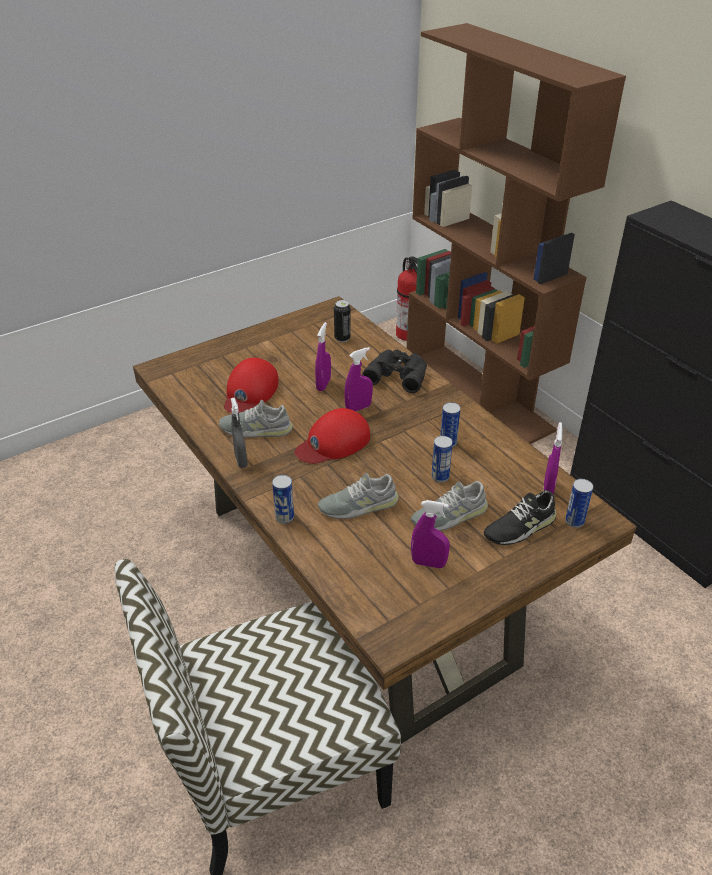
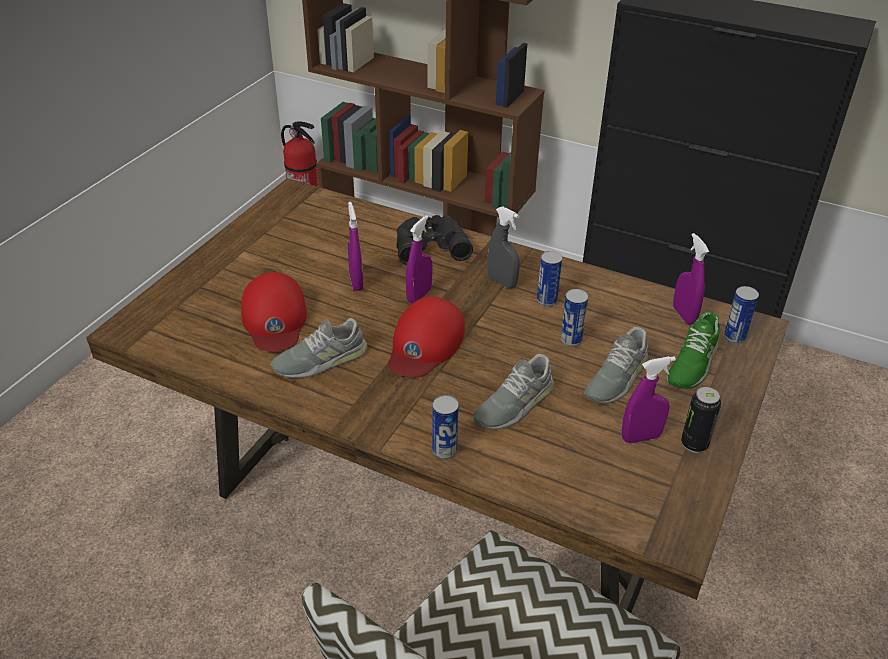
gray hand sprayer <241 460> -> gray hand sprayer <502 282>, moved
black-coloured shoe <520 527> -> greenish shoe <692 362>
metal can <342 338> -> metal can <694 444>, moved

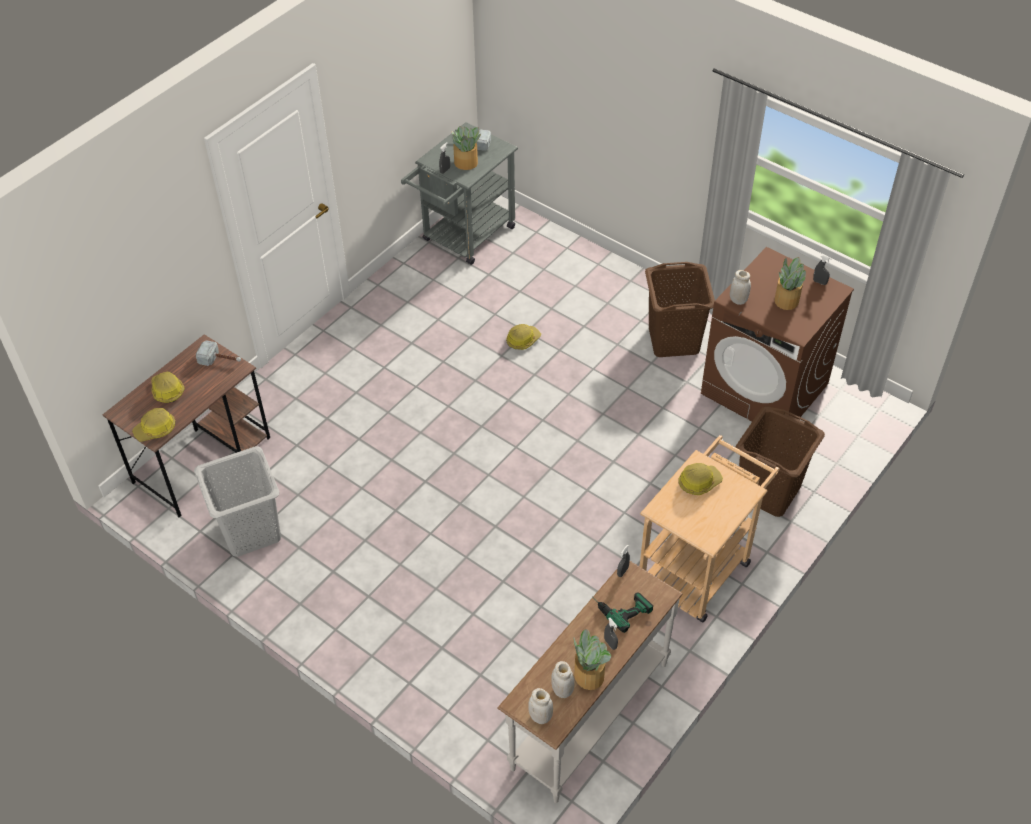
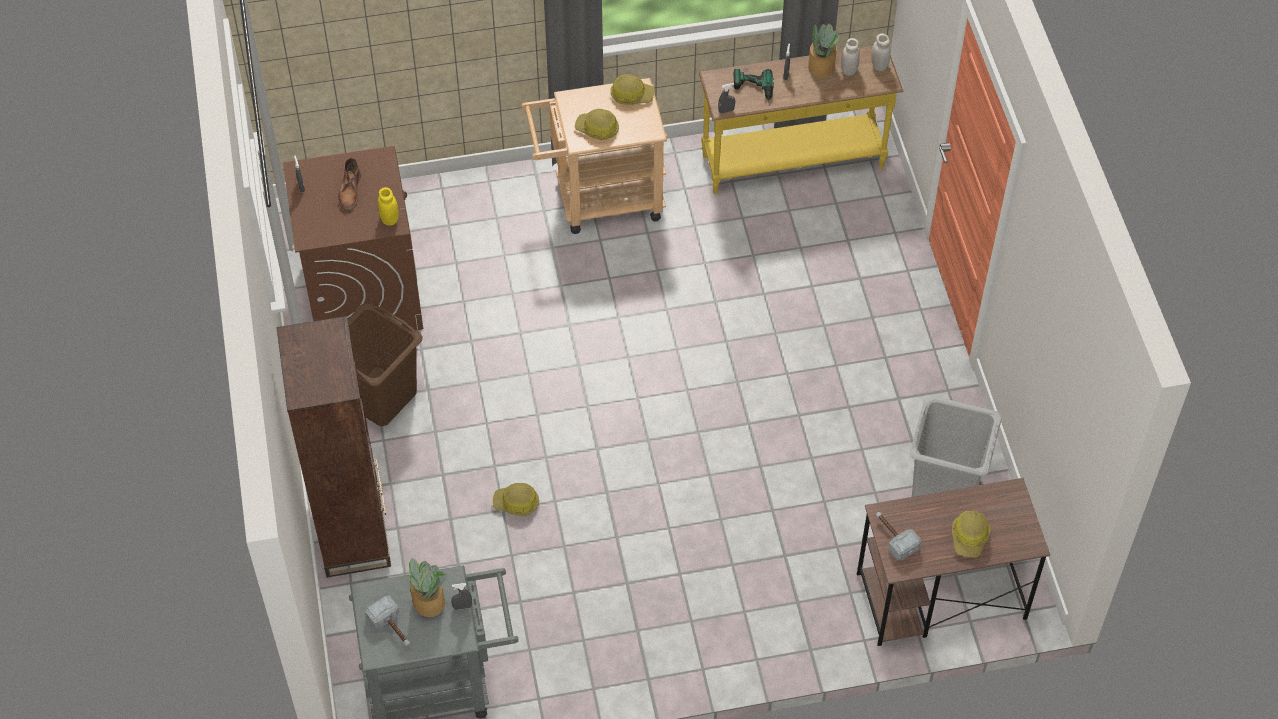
none -> brown bookshelf <353 532>
potted plant <787 300> -> brown boot <350 191>
white jar <738 300> -> yellowish jar <389 219>
hard hat <156 429> -> hard hat <631 95>, moved
white hall table <588 714> -> yellowish hall table <793 163>
brown hamper <767 491> -> none

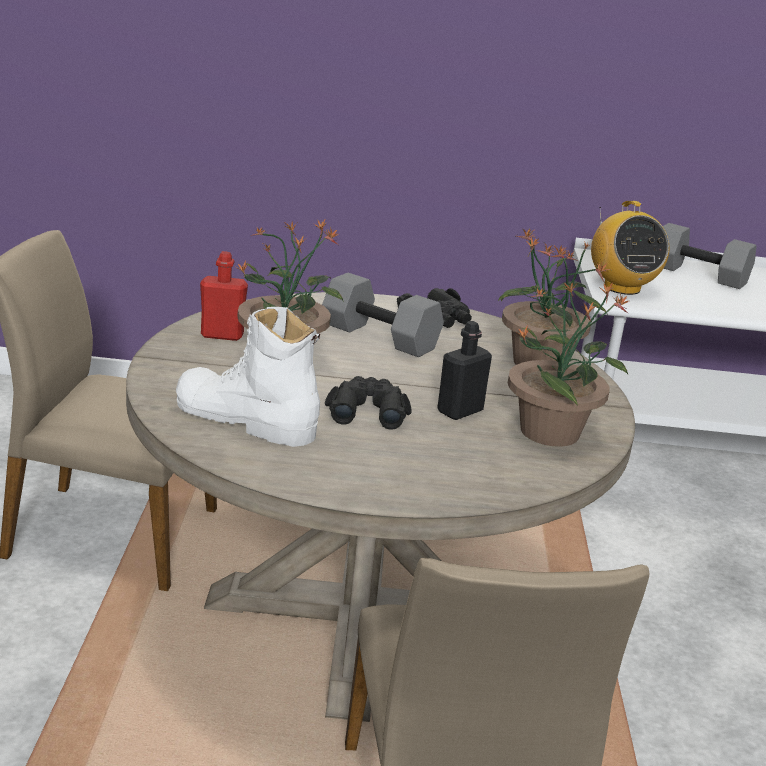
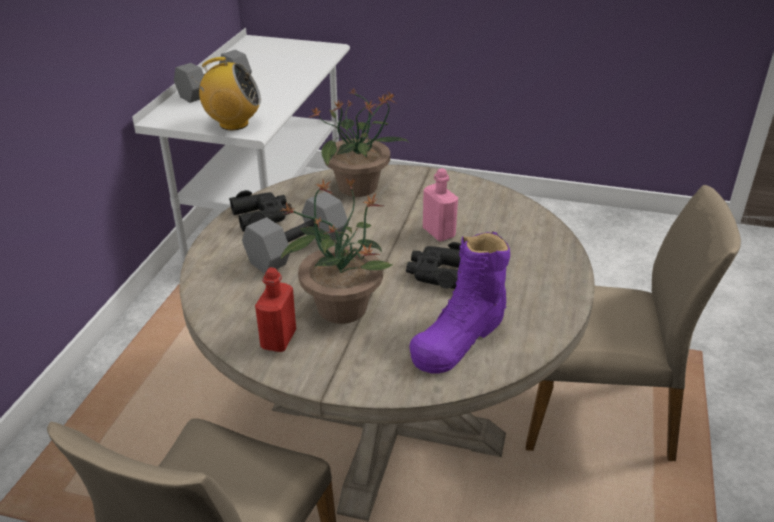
white boot <245 420> -> purplish boot <459 337>
black-coloured beverage bottle <460 411> -> pink beverage bottle <438 233>
potted plant <551 431> -> none

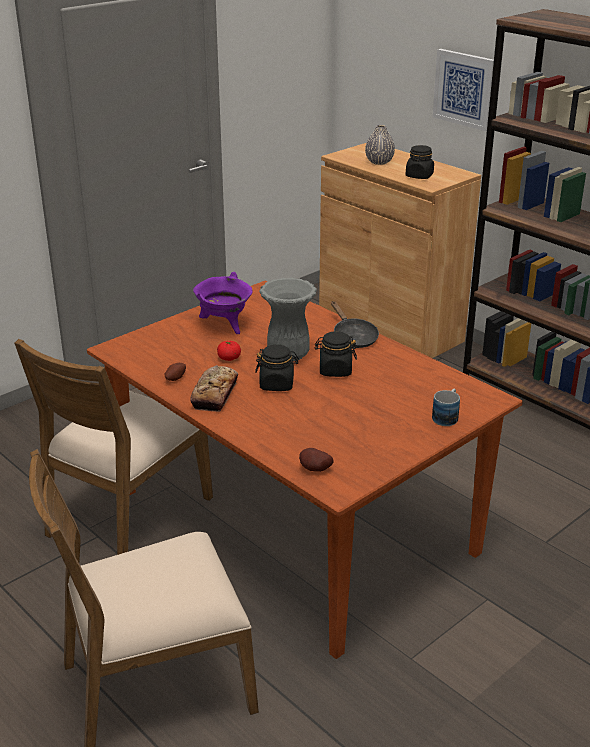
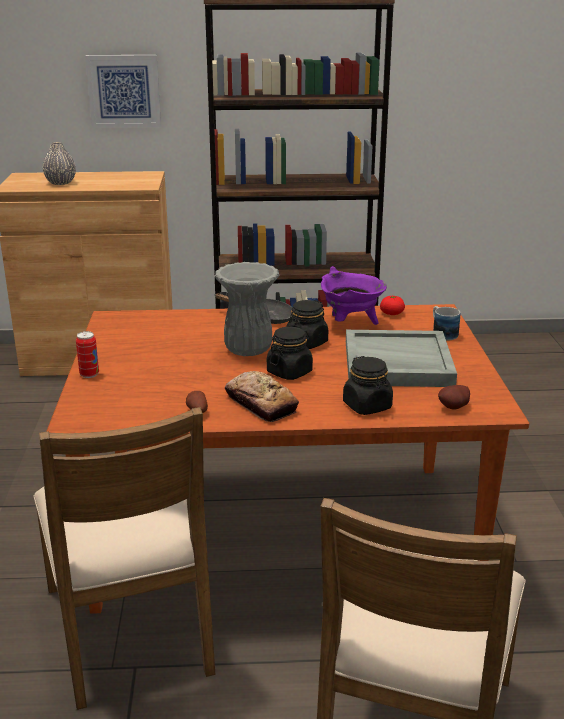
none -> metal can <89 374>
purplish cooking pot <224 326> -> purplish cooking pot <350 324>, moved
black-coloured jar <419 176> -> black-coloured jar <367 406>, moved
none -> gray serving tray <396 363>
tomato <229 358> -> tomato <392 313>, moved

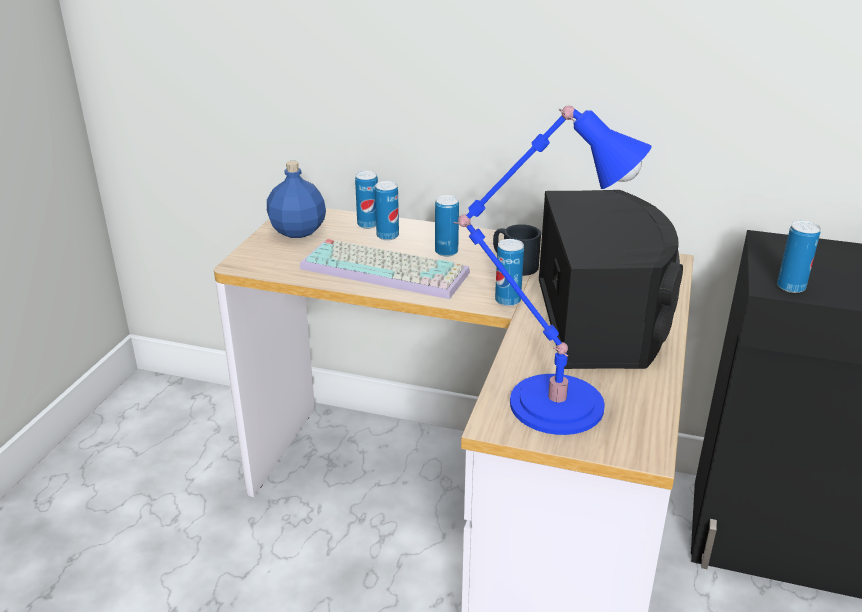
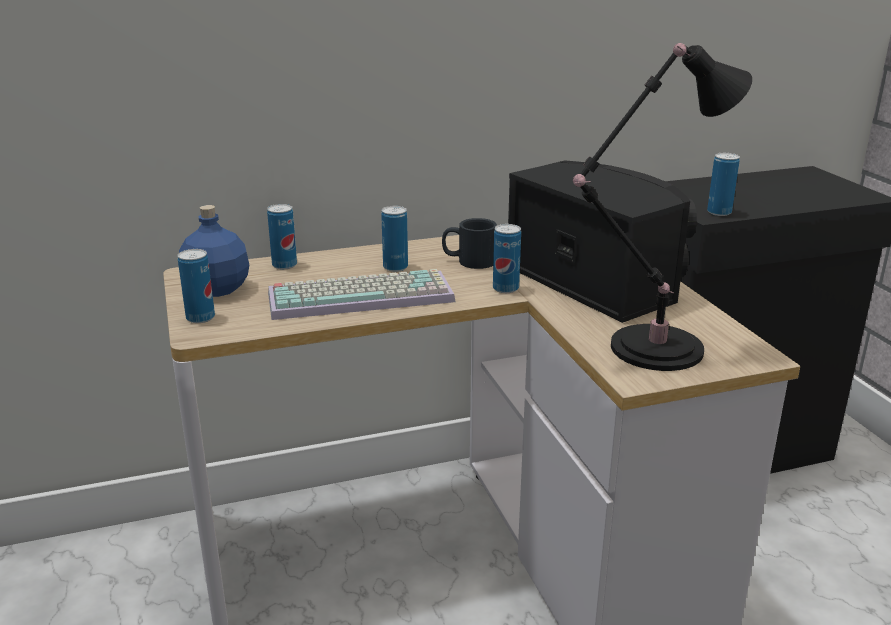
metal can <387 236> -> metal can <200 318>, moved
blue table lamp <548 403> -> black-coloured table lamp <648 349>

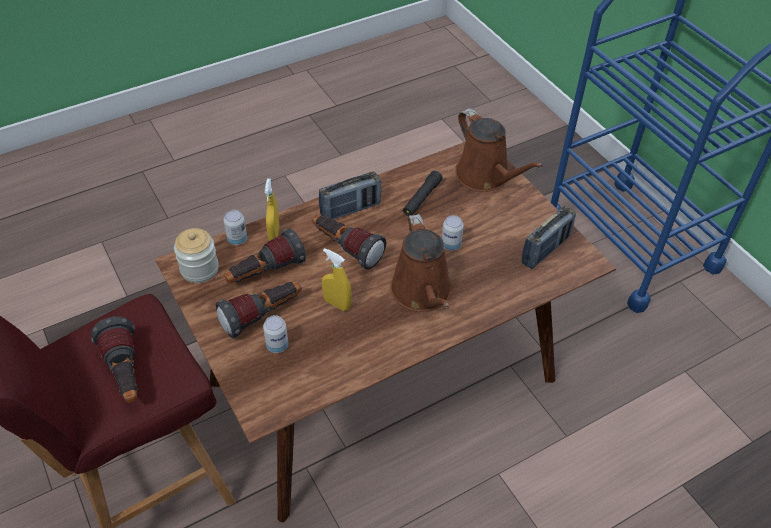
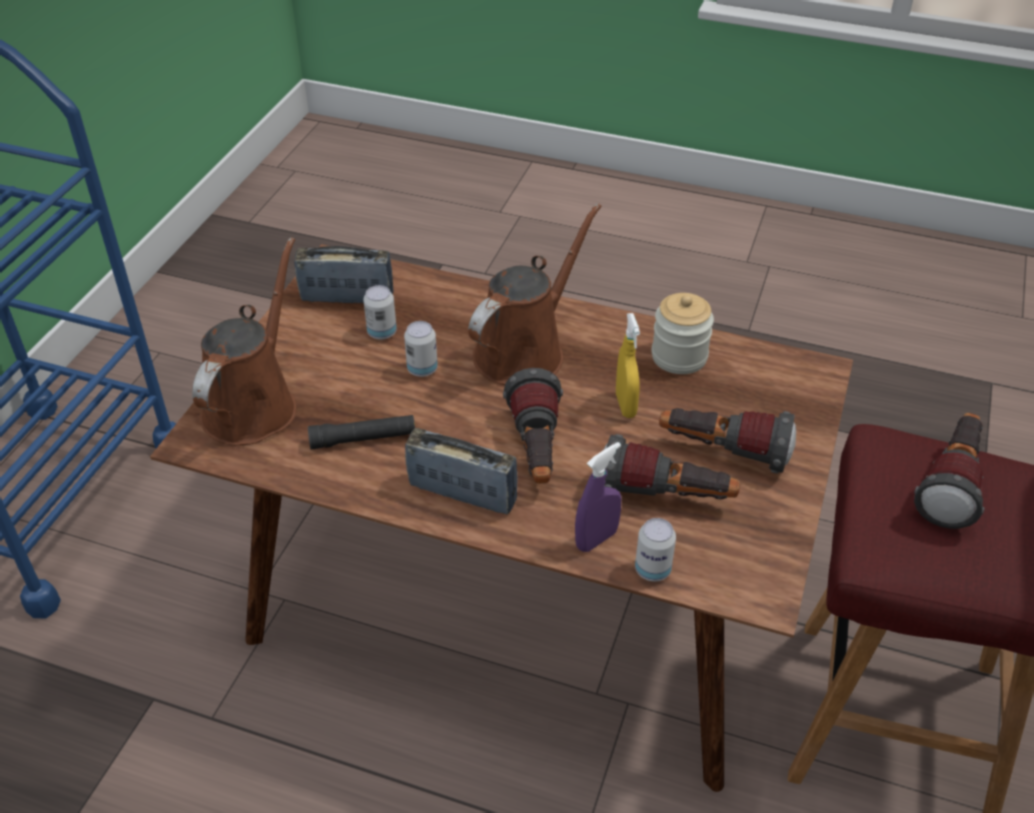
metal can <277 345> -> metal can <382 333>, moved
yellowish hand sprayer <274 234> -> purplish hand sprayer <596 539>
jar <199 269> -> jar <679 357>, moved

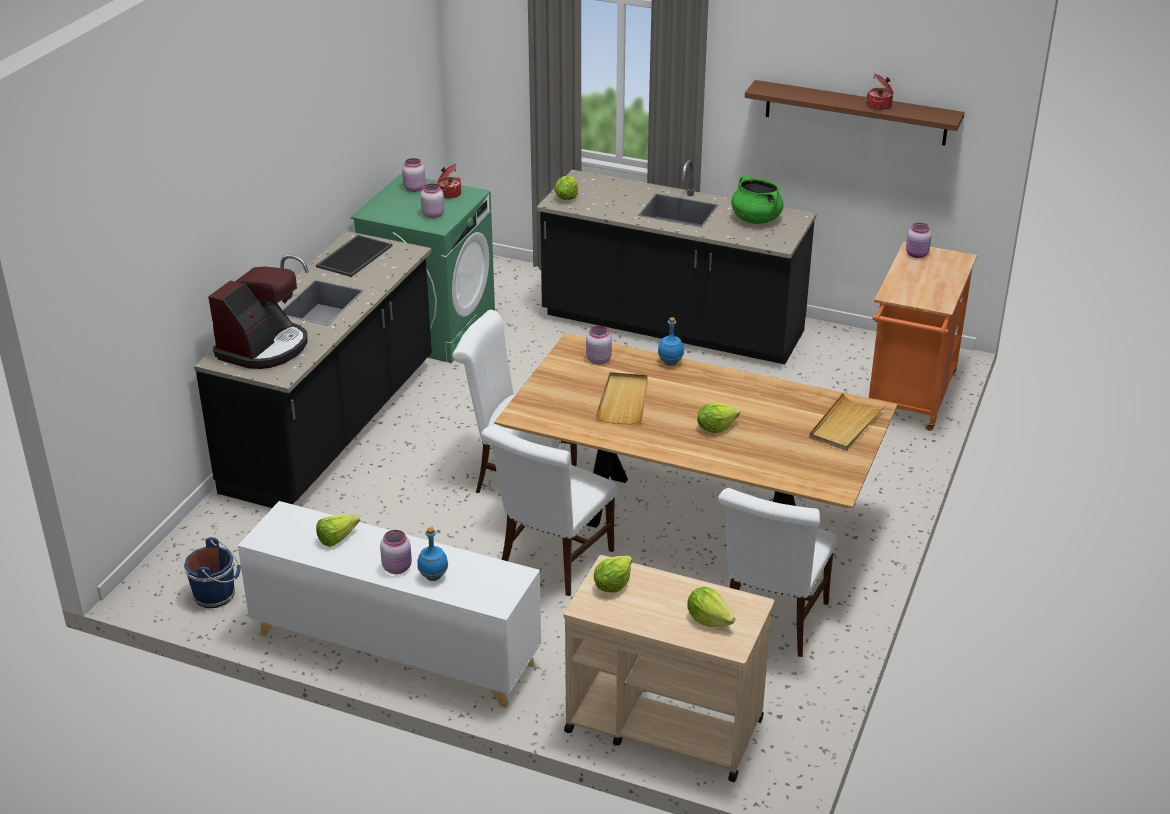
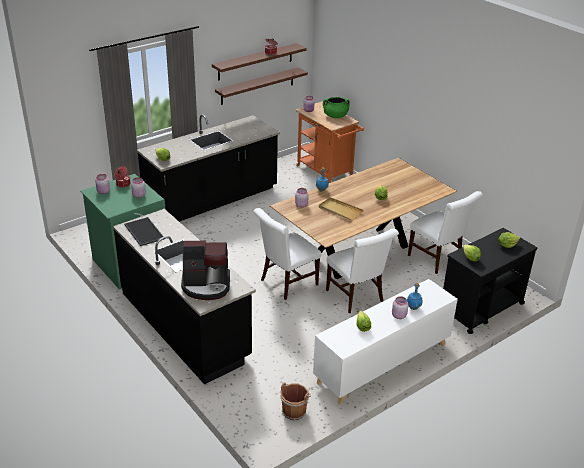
coffee maker <264 348> -> coffee maker <206 285>, 120 degrees clockwise
none -> brown wall shelf <257 86>
blue bucket <216 595> -> brown bucket <294 410>
greenish cooking pot <755 219> -> greenish cooking pot <335 116>, moved
beige-coloured trolley <662 725> -> black-coloured trolley <481 308>
beige-coloured serving tray <845 425> -> none

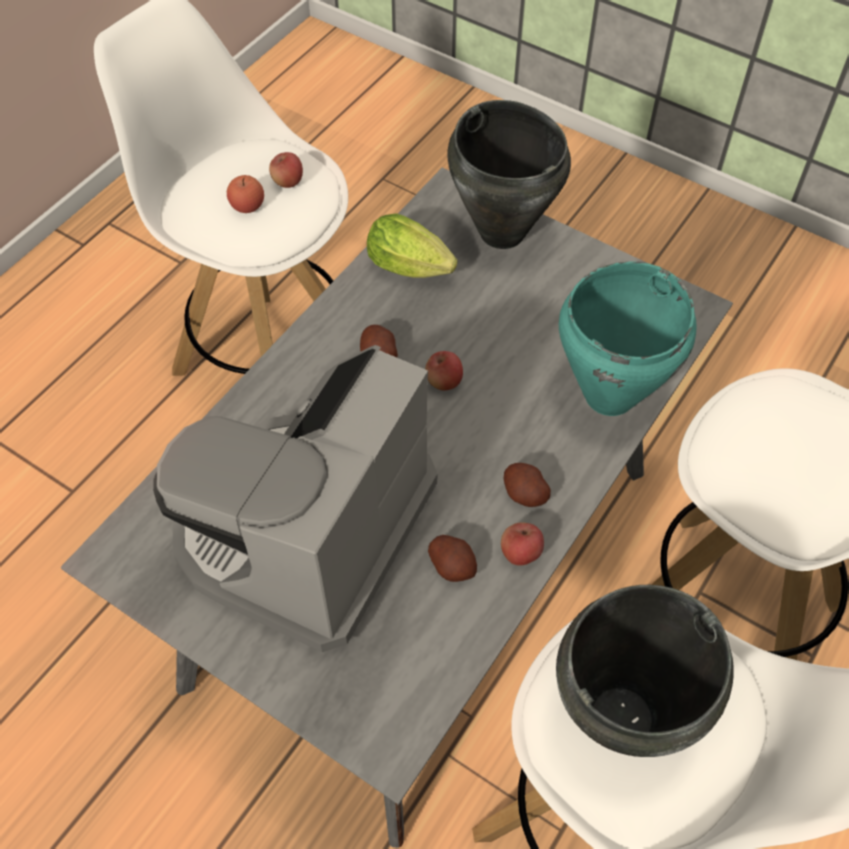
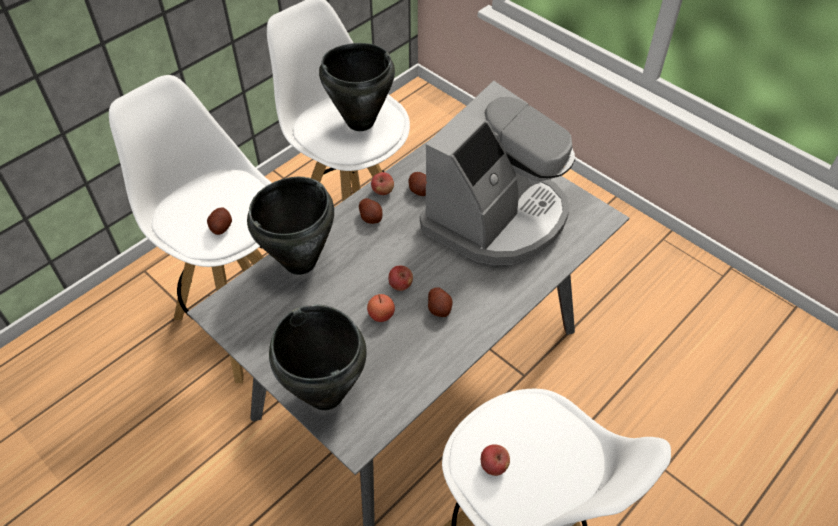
none -> potato <221 227>
turquoise-coloured cooking pot <608 395> -> black-coloured cooking pot <301 262>
apple <247 206> -> apple <381 315>, moved
lettuce head <413 269> -> none

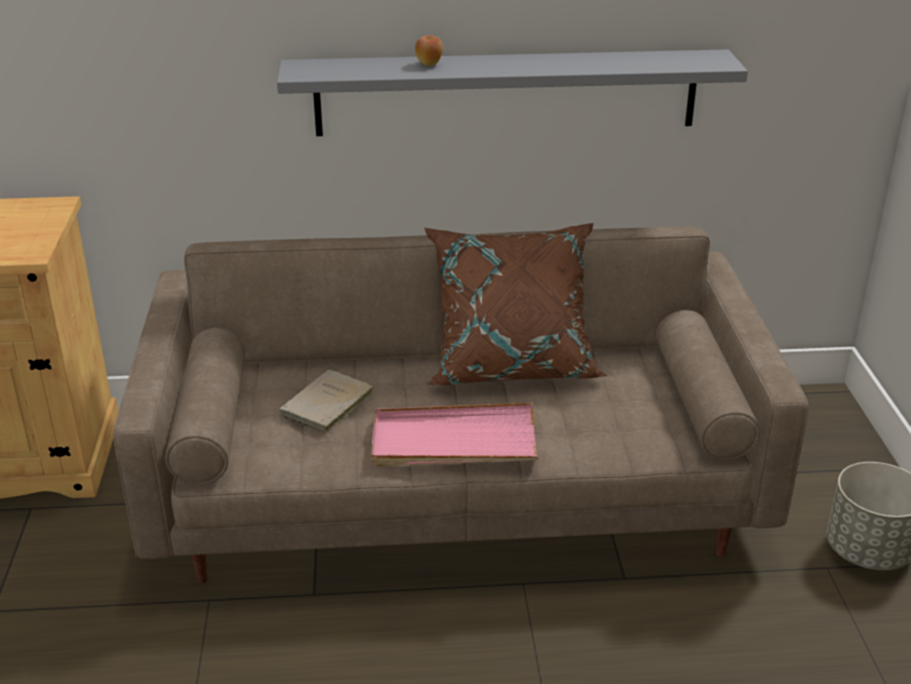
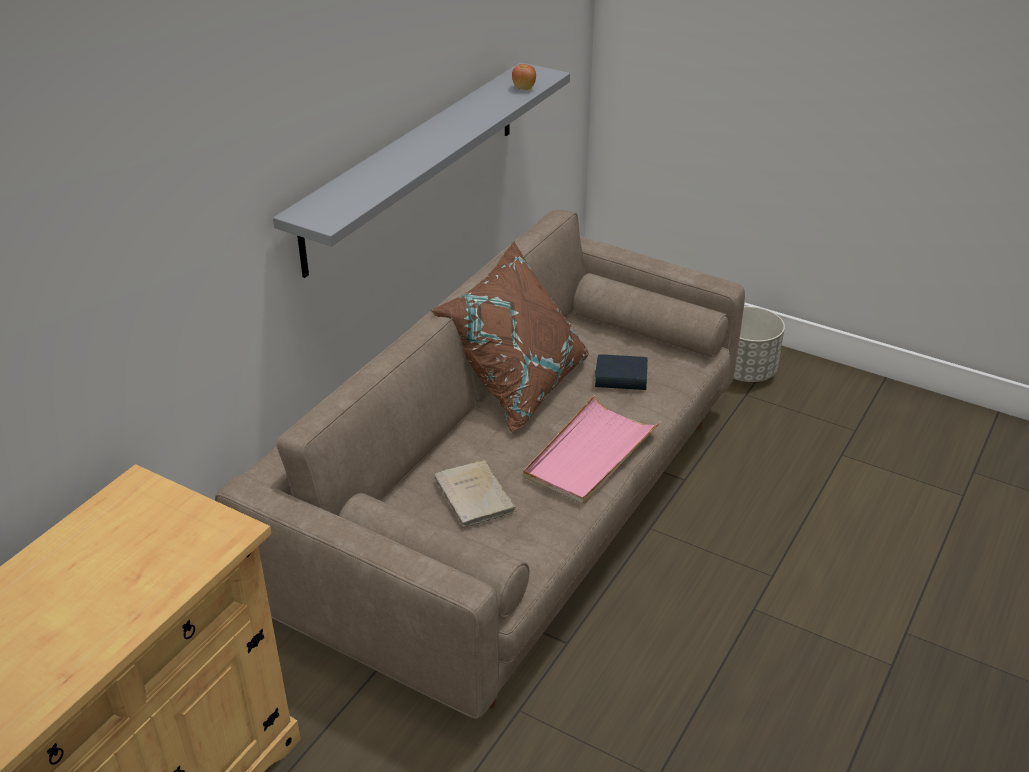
apple <429 64> -> apple <524 88>, moved
none -> volume <621 378>

